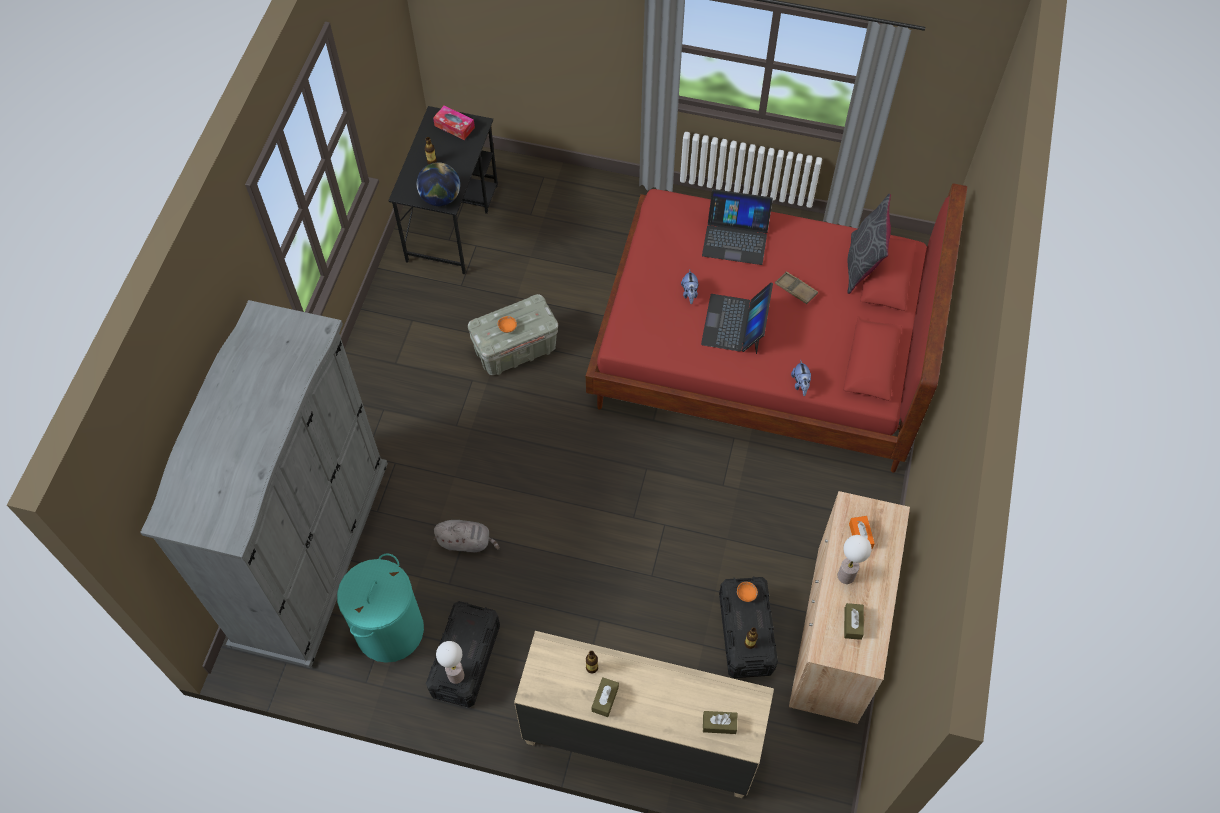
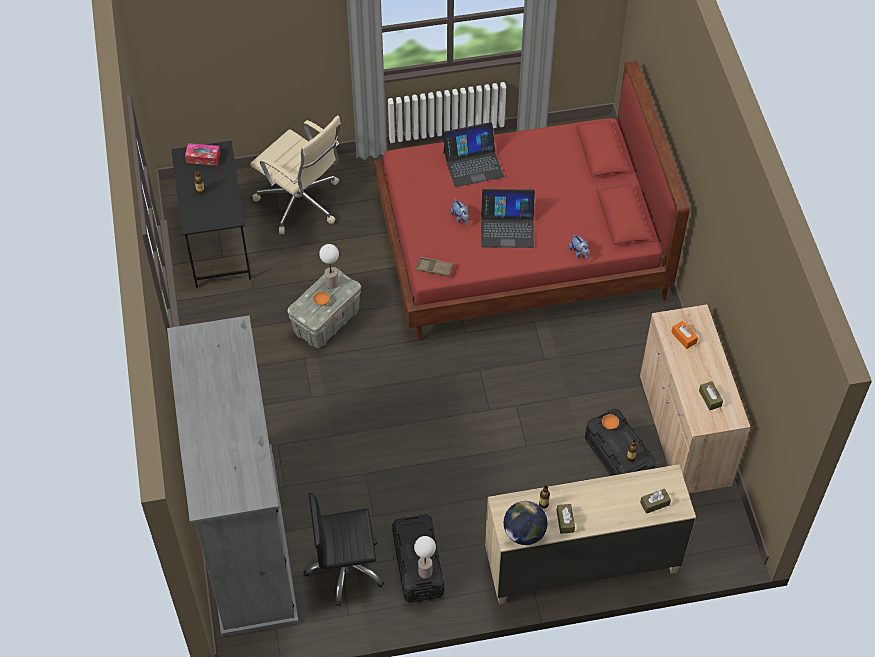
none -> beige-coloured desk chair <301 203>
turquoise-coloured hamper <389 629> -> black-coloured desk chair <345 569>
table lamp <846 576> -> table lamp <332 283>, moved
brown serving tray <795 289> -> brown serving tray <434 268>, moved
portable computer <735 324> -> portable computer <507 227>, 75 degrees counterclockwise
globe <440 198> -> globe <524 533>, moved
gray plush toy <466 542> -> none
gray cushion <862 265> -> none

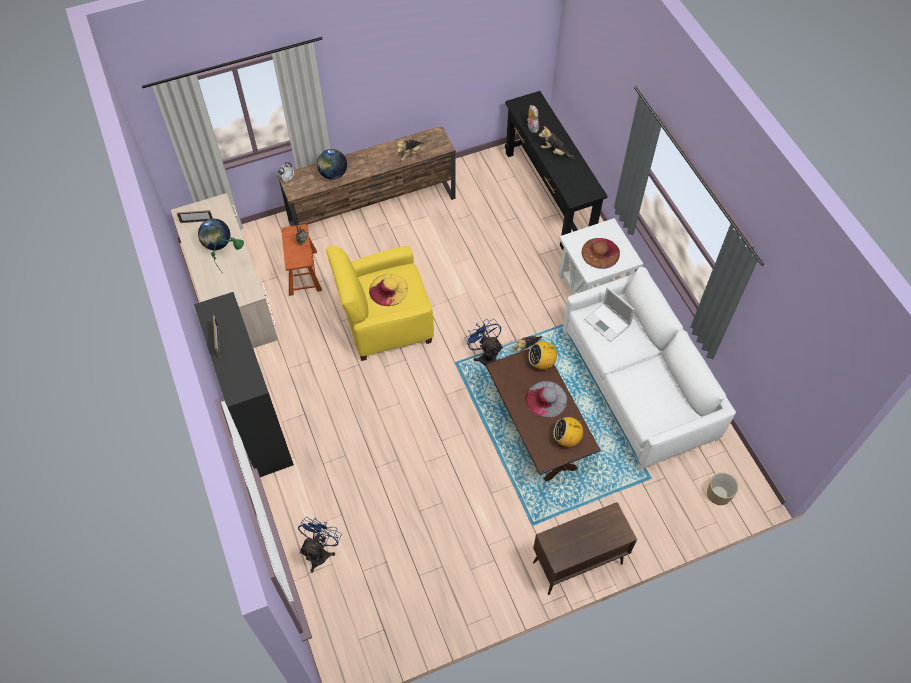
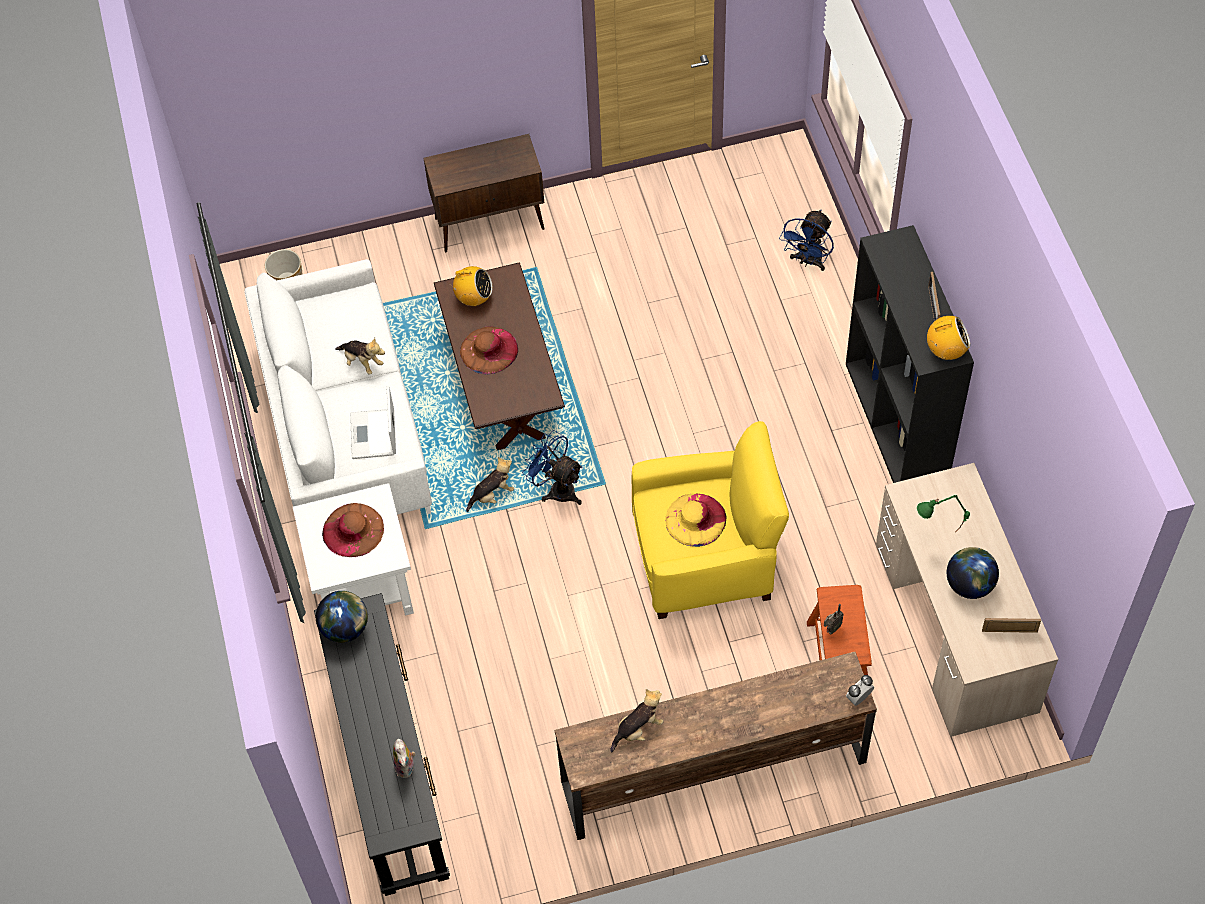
globe <333 174> -> globe <345 628>, moved
plush toy <555 152> -> plush toy <362 362>, moved
portable computer <607 323> -> portable computer <373 435>, 150 degrees counterclockwise
gray clothing hat <546 399> -> brown clothing hat <489 350>
blue electric fan <486 356> -> blue electric fan <557 488>, 150 degrees clockwise
radio <541 363> -> radio <946 351>, moved

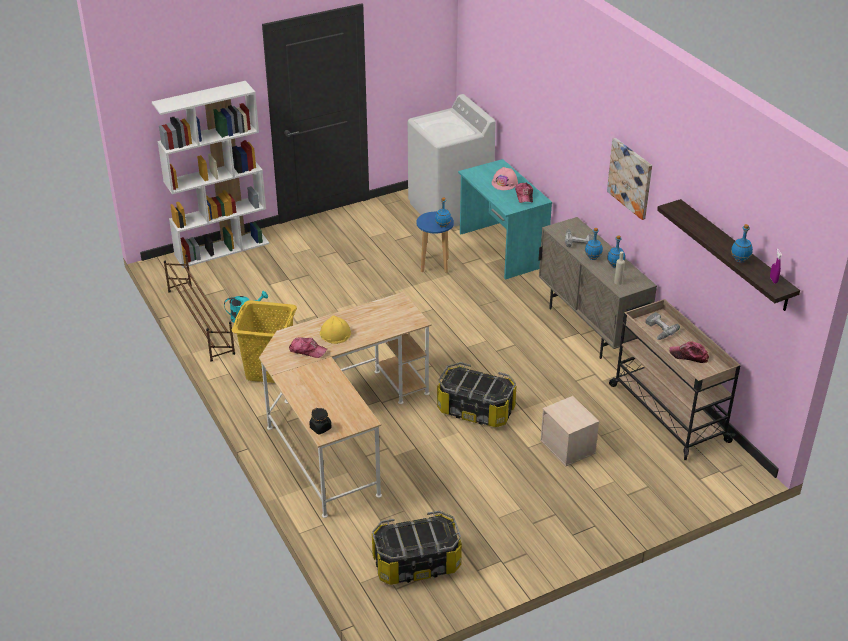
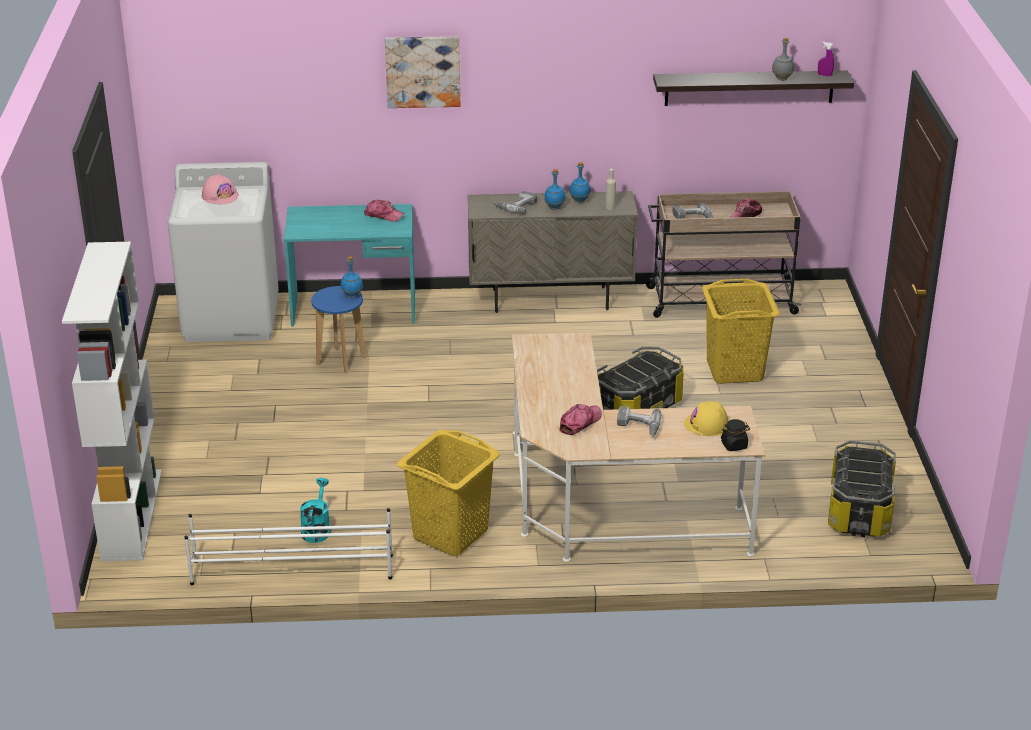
brown shoe rack <200 321> -> white shoe rack <291 569>
pink hard hat <504 183> -> pink hard hat <220 195>, moved
wall art <630 178> -> wall art <423 71>, moved
none -> power drill <638 427>
yellowish hard hat <335 333> -> yellowish hard hat <707 424>, moved
beige-coloured storage bin <568 447> -> yellowish hamper <735 370>
blue beverage bottle <740 260> -> gray beverage bottle <782 79>

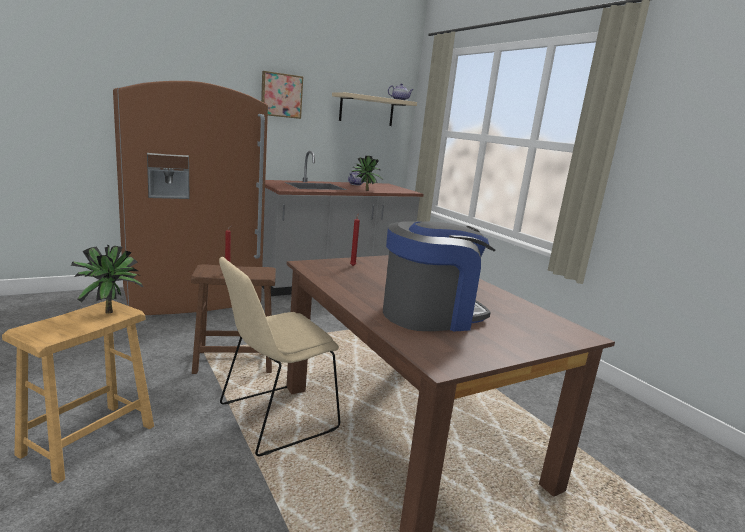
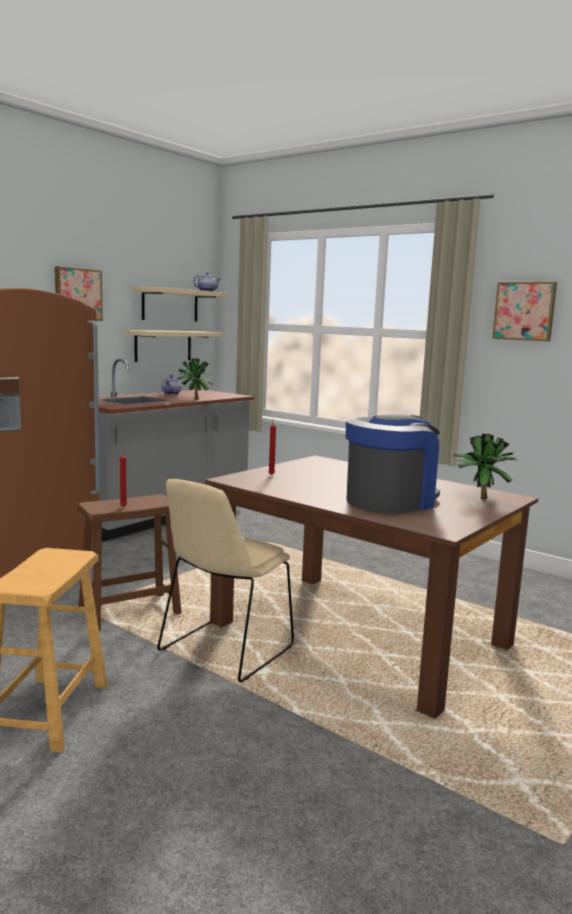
none -> beige-coloured wall shelf <163 345>
potted plant <109 311> -> potted plant <479 498>, moved
none -> wall art <524 311>

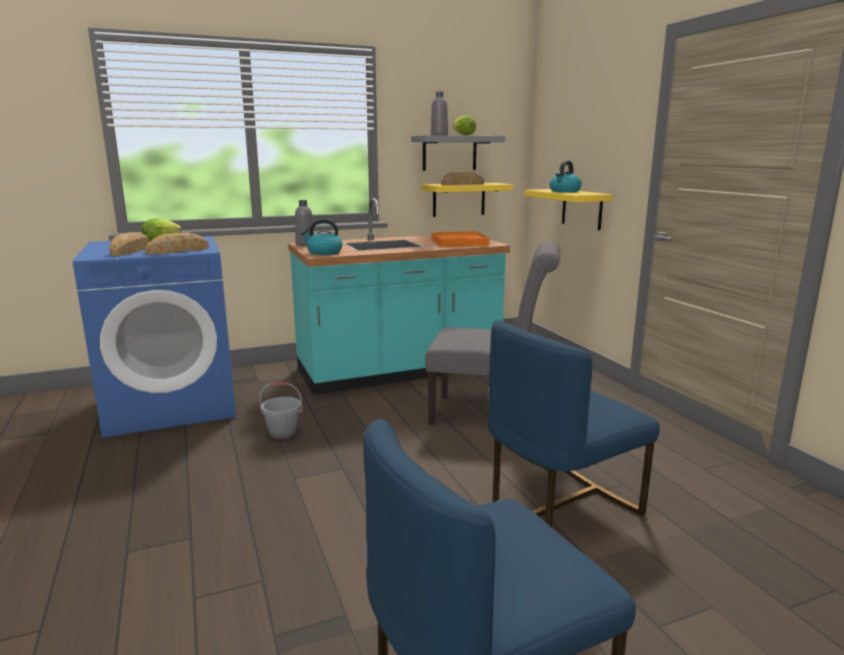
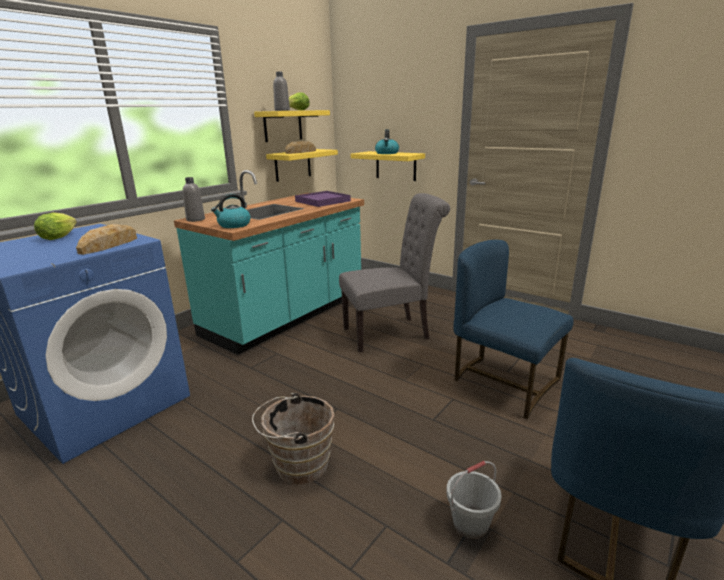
none -> brown bucket <297 464>
gray wall shelf <449 153> -> yellowish wall shelf <283 126>
orangey serving tray <459 242> -> purplish serving tray <323 201>
gray bucket <282 434> -> gray bucket <470 524>, moved
blue plain chair <559 504> -> blue plain chair <504 382>, 105 degrees clockwise
baked bread <131 250> -> none

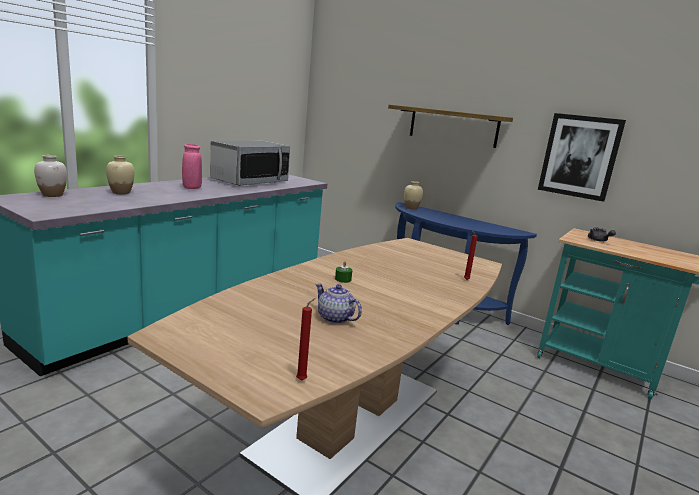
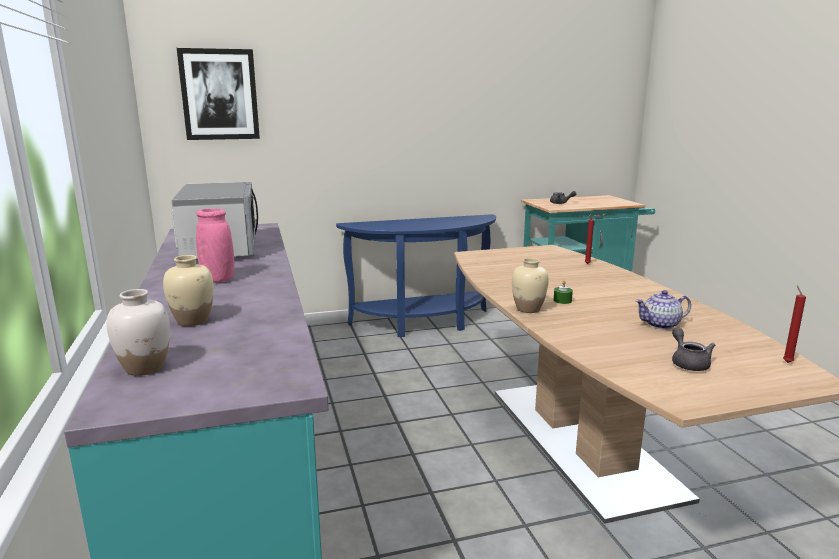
wall art <579 156> -> wall art <219 94>, moved
beige-coloured flower vase <411 208> -> beige-coloured flower vase <528 309>, moved
none -> gray pot for tea <688 363>
wall shelf <453 126> -> none

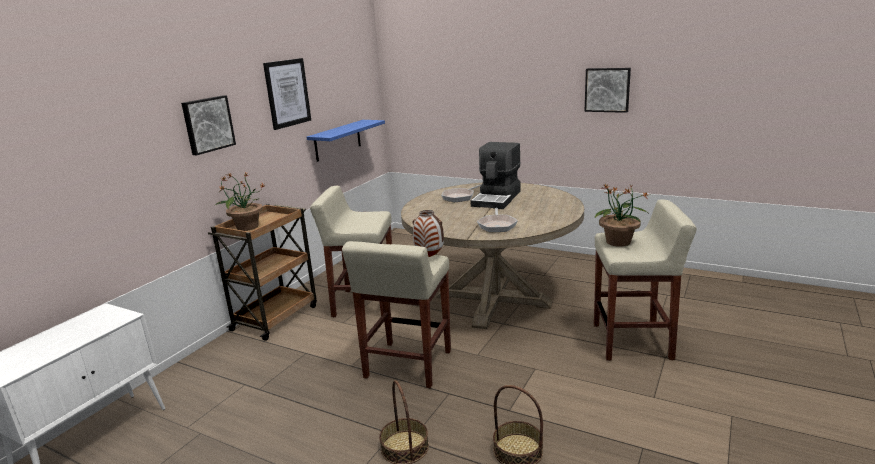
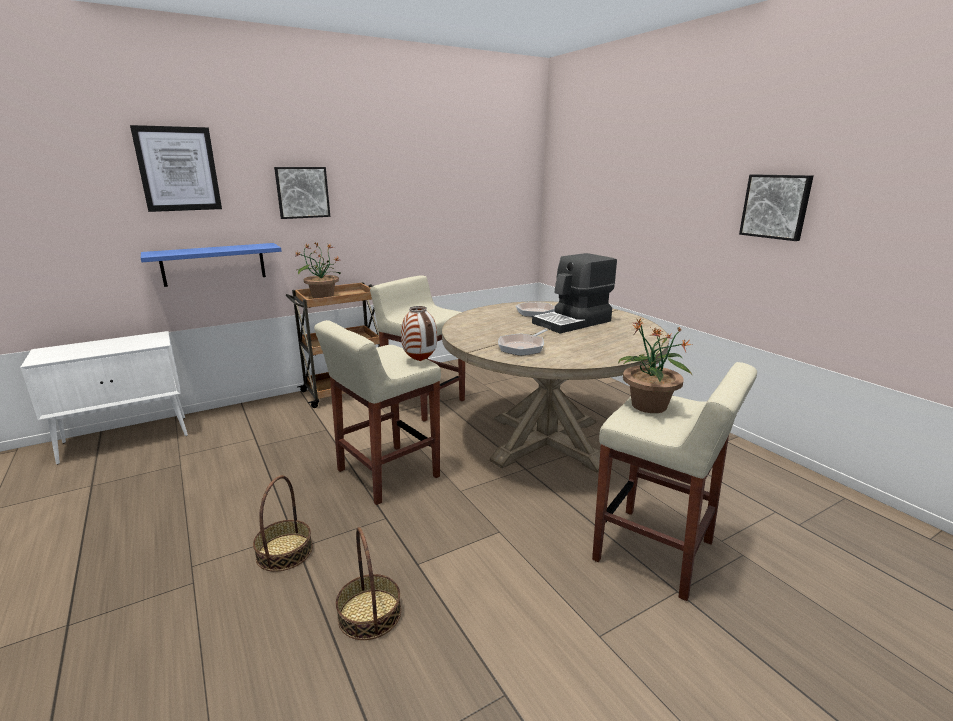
wall art <287 93> -> wall art <178 169>, moved
blue wall shelf <337 140> -> blue wall shelf <214 264>, moved

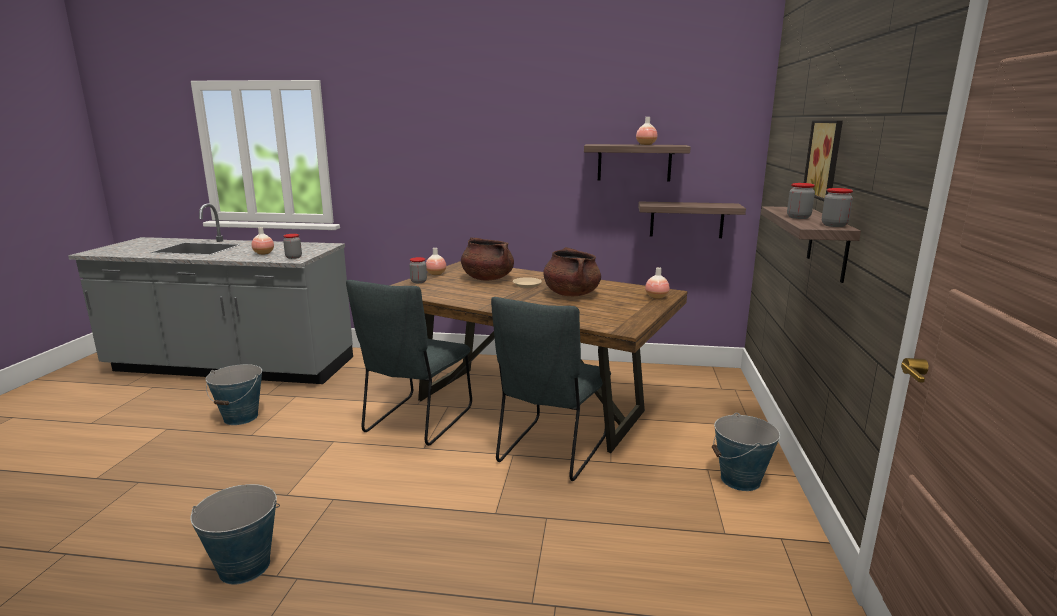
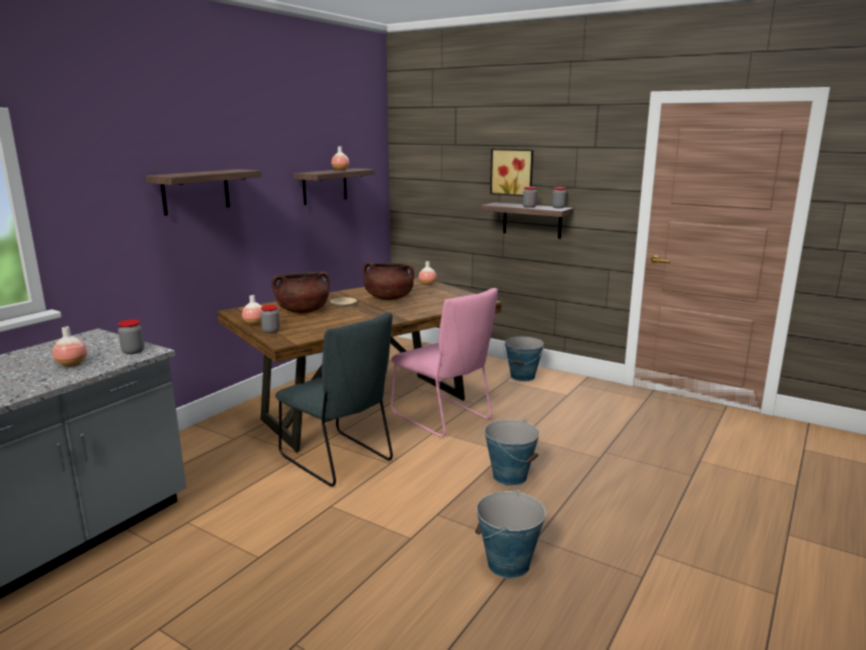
wall shelf <686 219> -> wall shelf <196 191>, moved
gray plain chair <550 452> -> pink plain chair <444 418>
bucket <241 417> -> bucket <510 476>, moved

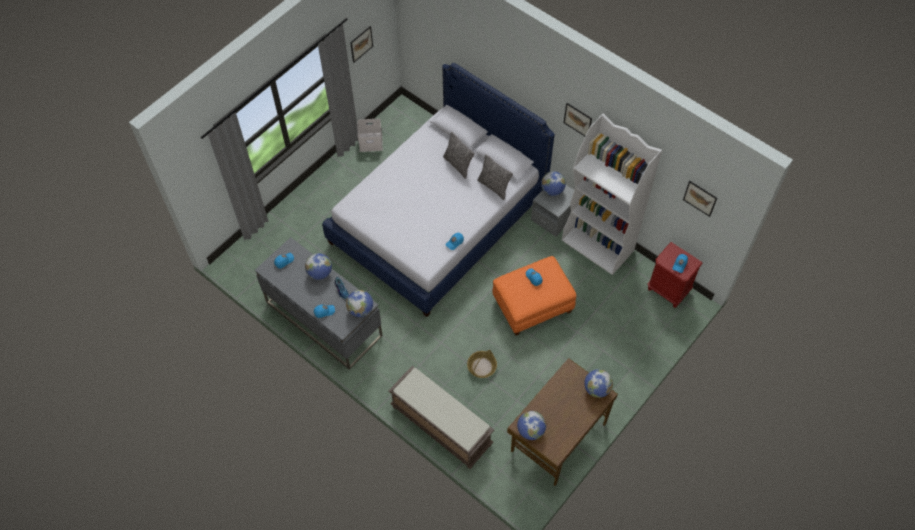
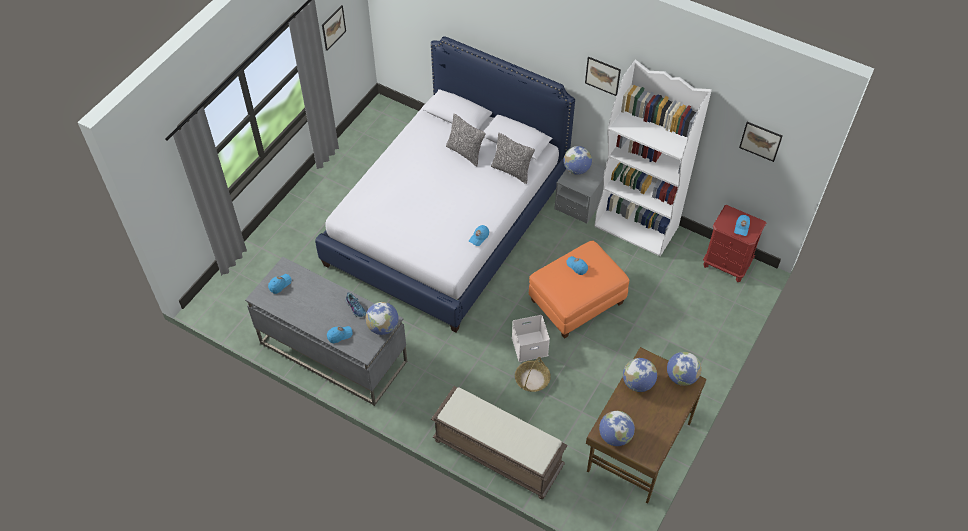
white storage bin <371 141> -> white storage bin <530 345>, moved
globe <320 273> -> globe <638 383>, moved

